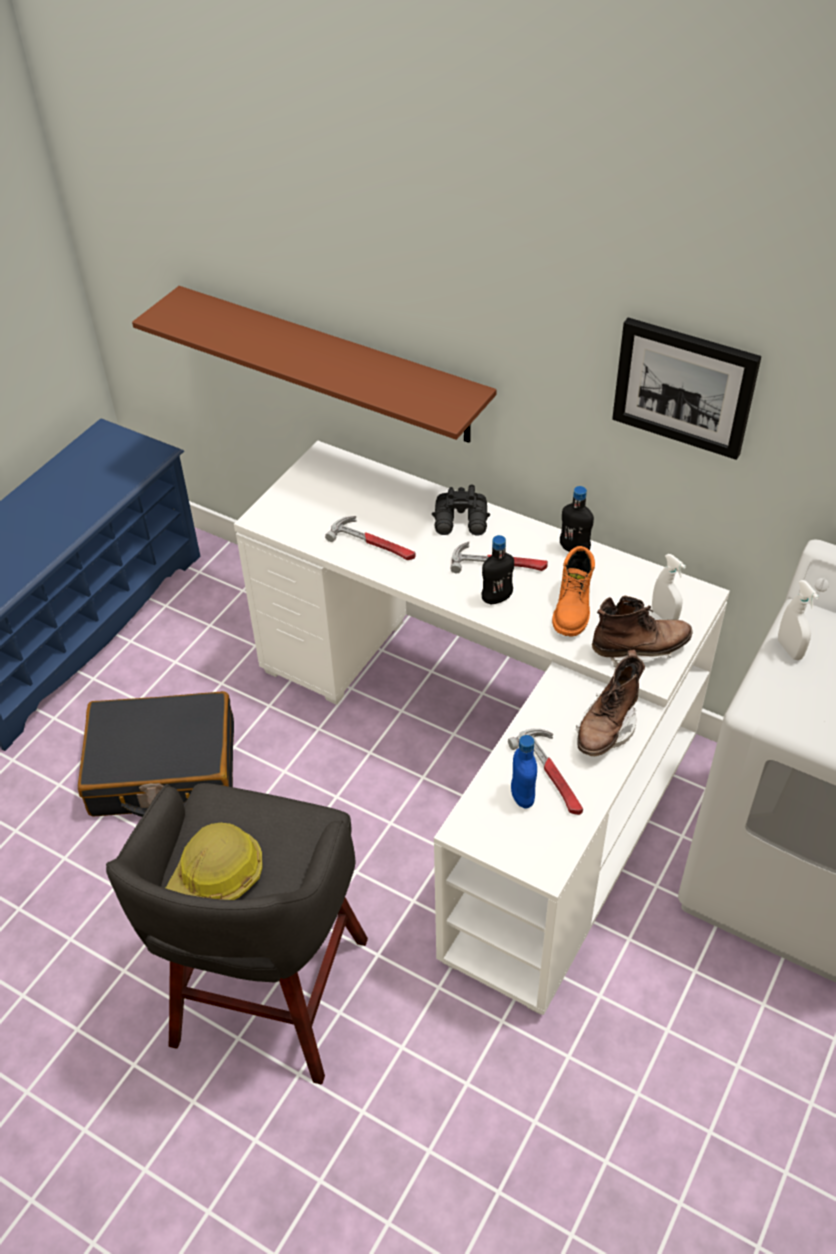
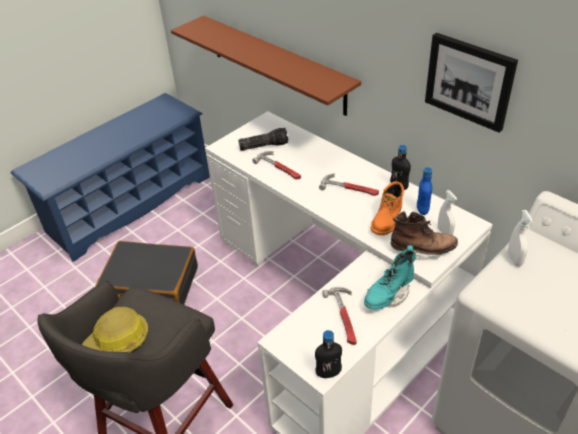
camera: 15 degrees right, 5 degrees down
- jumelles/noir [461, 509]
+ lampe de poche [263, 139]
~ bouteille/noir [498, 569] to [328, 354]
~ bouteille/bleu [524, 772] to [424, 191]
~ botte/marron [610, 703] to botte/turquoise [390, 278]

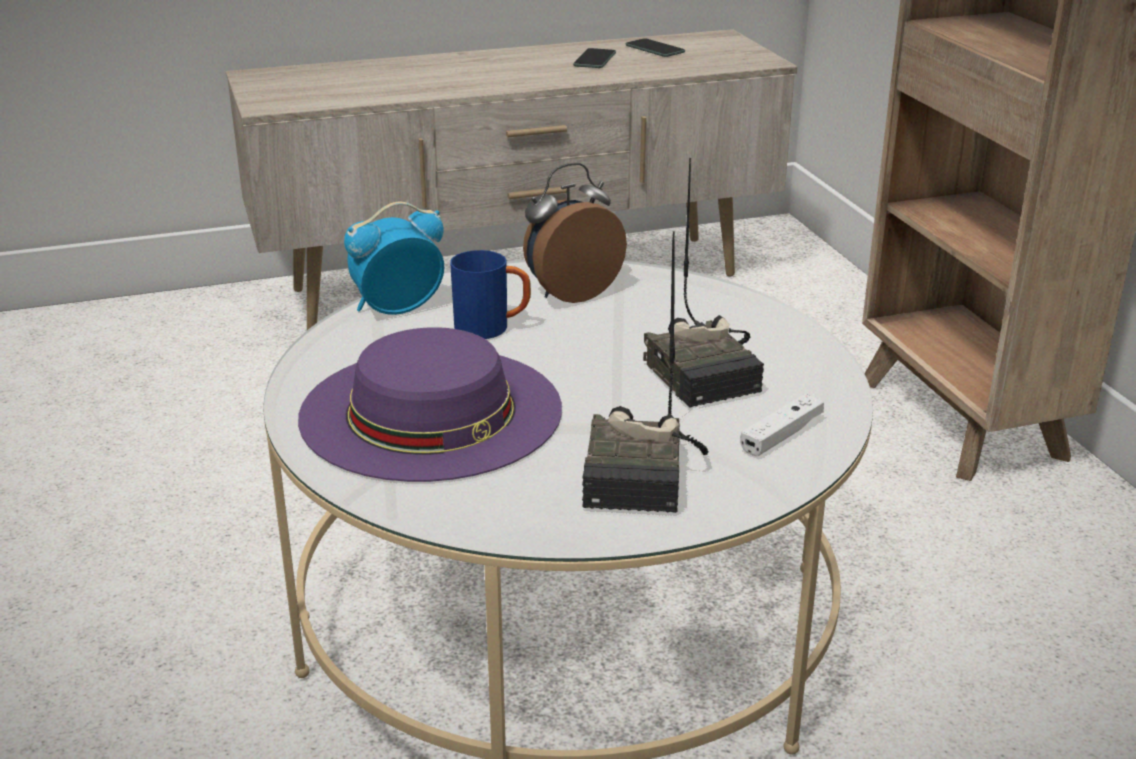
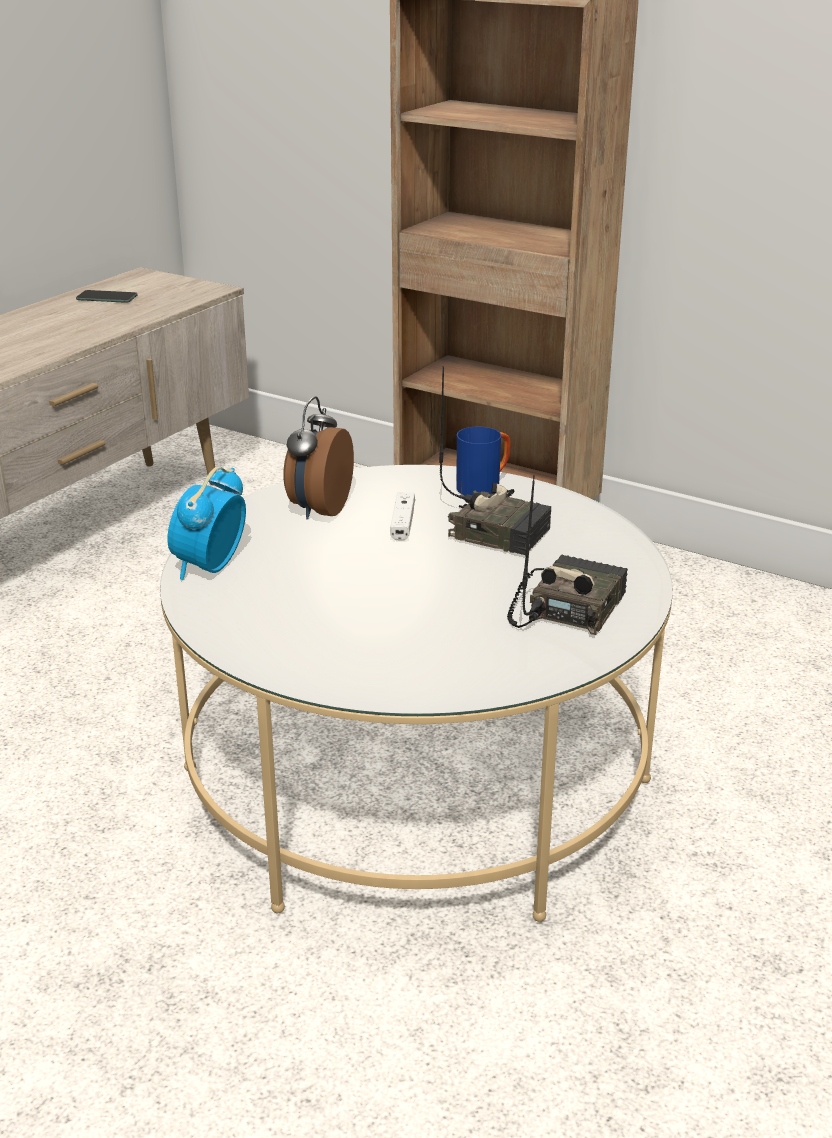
camera: 40 degrees left, 0 degrees up
- chapeau/violet [430, 404]
- téléphone [594, 58]
~ mug/bleu [490, 294] to [483, 461]
~ manette/blanc [782, 425] to [402, 516]
~ radio [645, 372] = [567, 555] 120 degrees counterclockwise

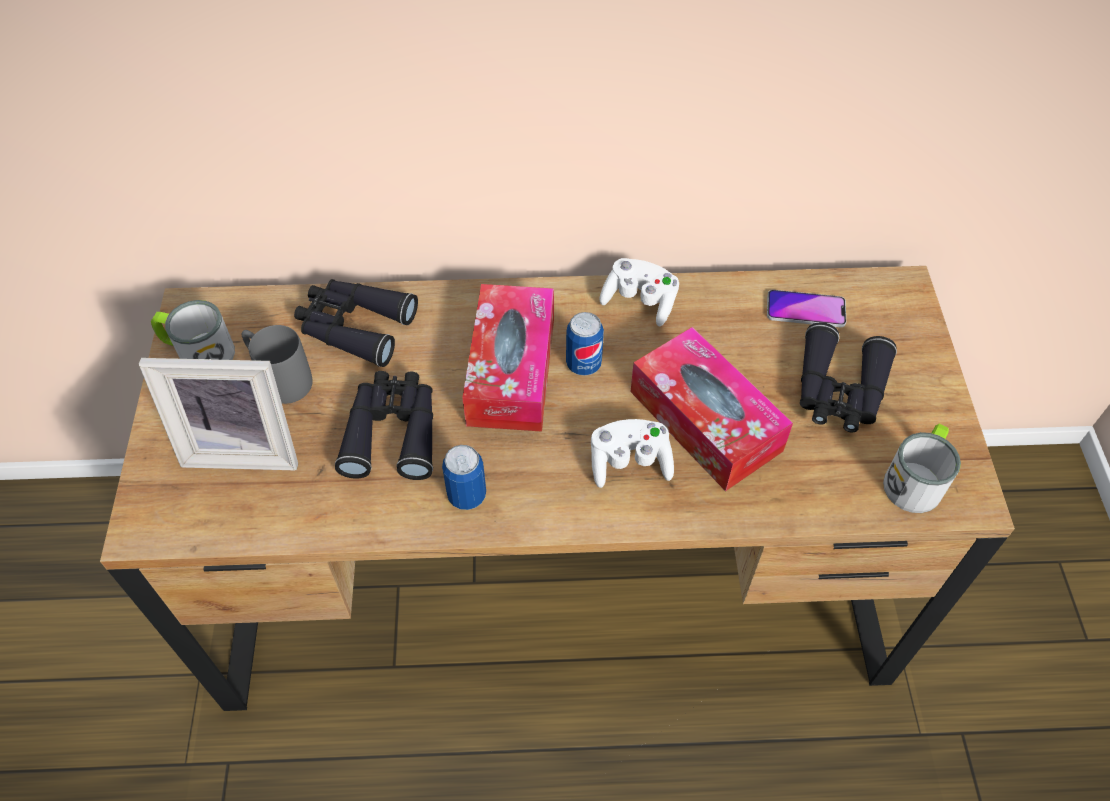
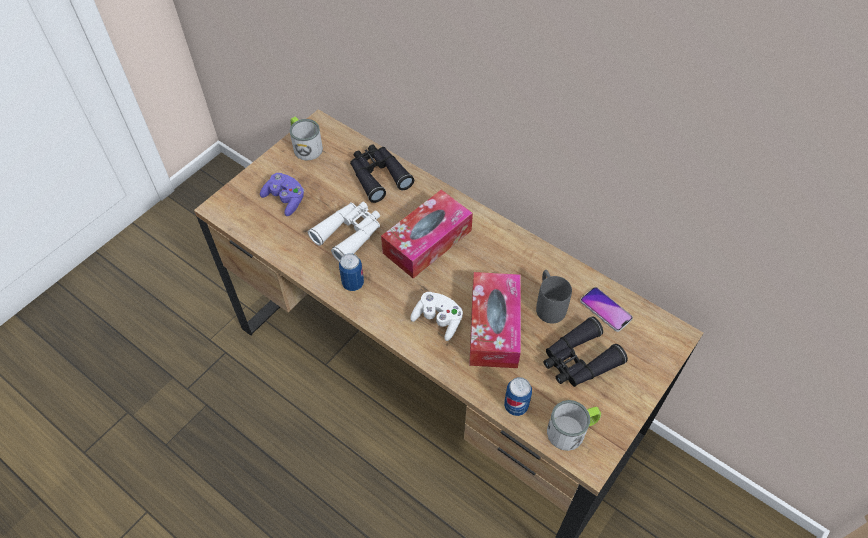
camera: 40 degrees right, 0 degrees up
- manette/blanc [639, 292]
~ mug/gris [277, 364] to [554, 297]
~ boîte métallique [585, 344] to [518, 396]
~ cadre photo [218, 414] to manette/violet [282, 194]
~ jumelles/noir [384, 425] to jumelles/blanc [344, 232]

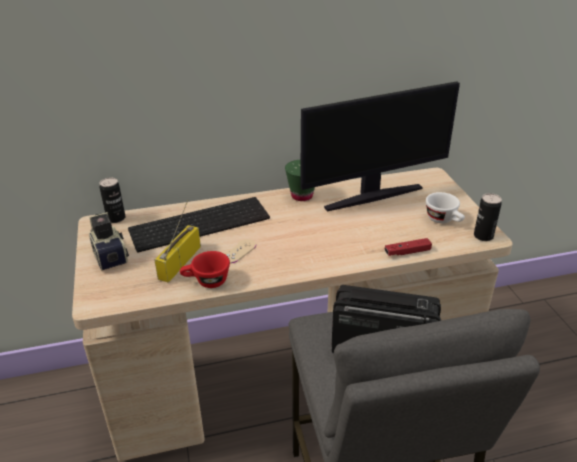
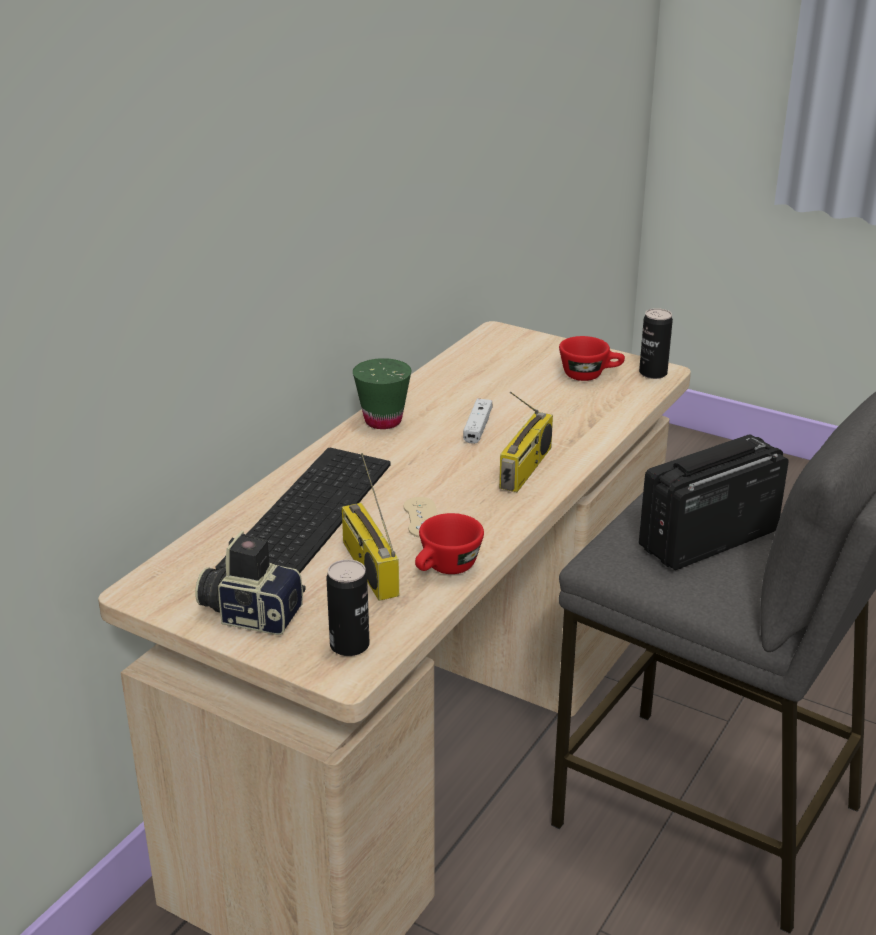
camera: 45 degrees left, 5 degrees down
- écran d'ordinateur [380, 146]
- manette/rouge [408, 247]
+ manette/blanc [477, 421]
+ radio [526, 442]
~ boîte métallique [112, 200] to [348, 607]
~ tasse/blanc [445, 207] to tasse/rouge [592, 358]

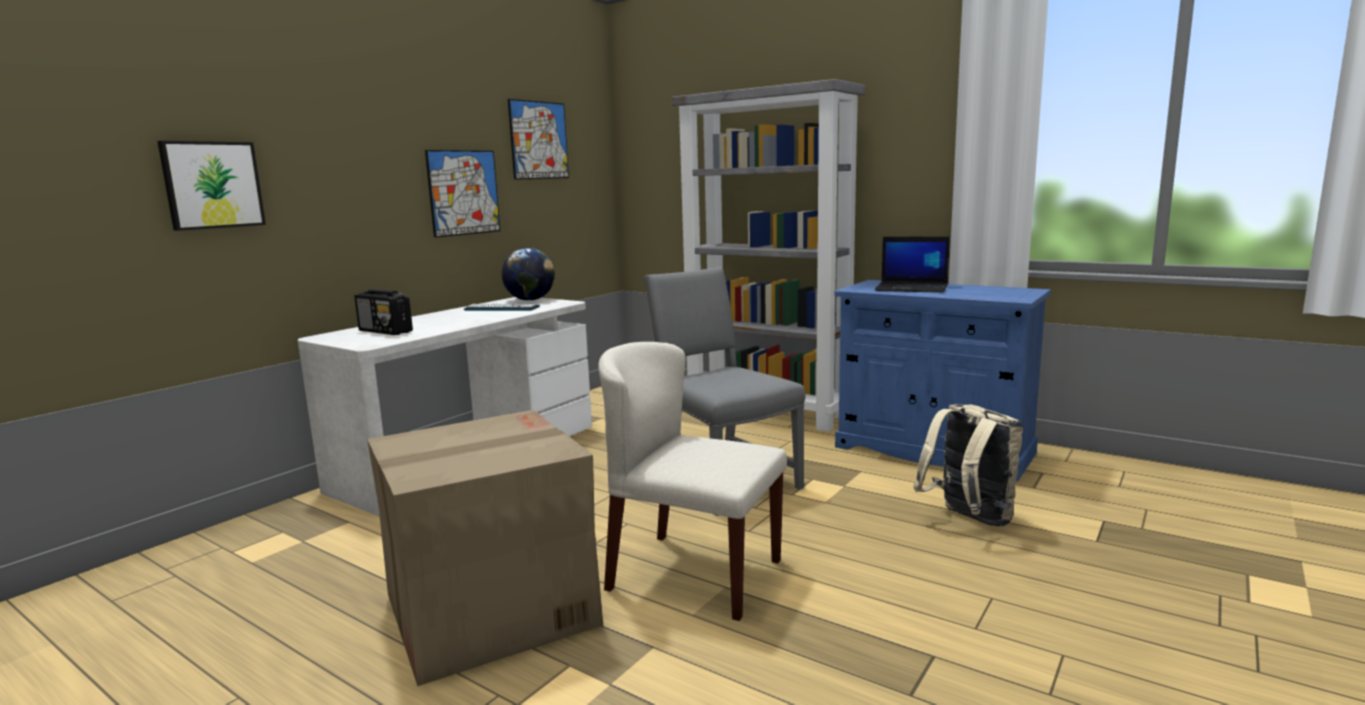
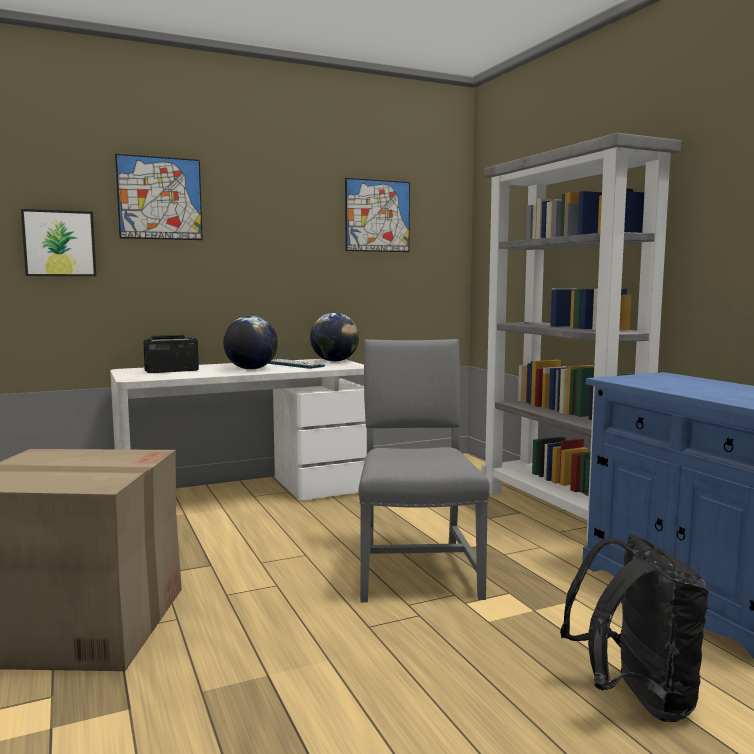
camera: 30 degrees right, 5 degrees down
- chaise/beige [692, 481]
- ordinateur portable [912, 265]
+ globe [250, 343]
~ tableau [462, 194] to [159, 197]
~ sac à dos/beige [968, 465] to sac à dos/noir [634, 628]
~ radio [383, 312] = [171, 354] 90 degrees clockwise

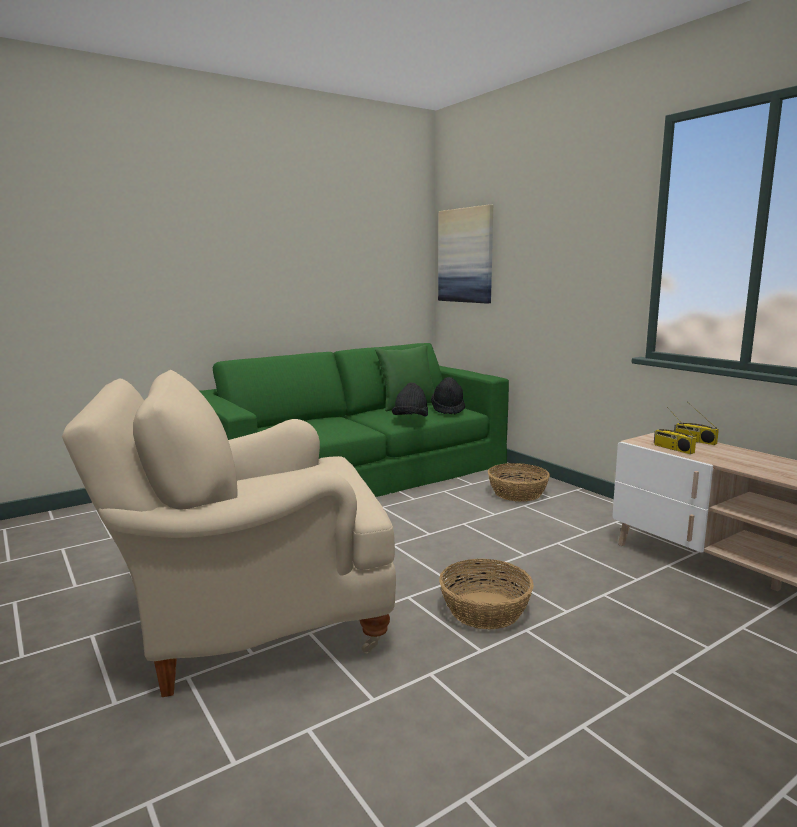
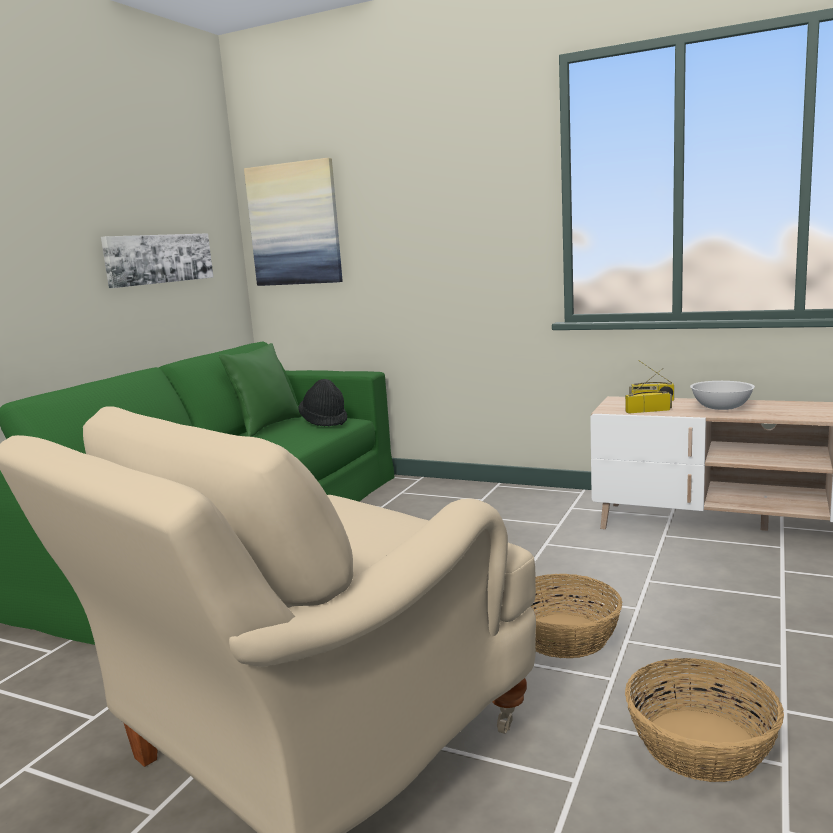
camera: 30 degrees left, 0 degrees up
- chapeau/noir [410, 399]
+ tableau [157, 260]
+ bol/blanc [722, 395]
~ panier [519, 482] to [704, 720]
~ radio [675, 430] = [648, 391] 150 degrees clockwise

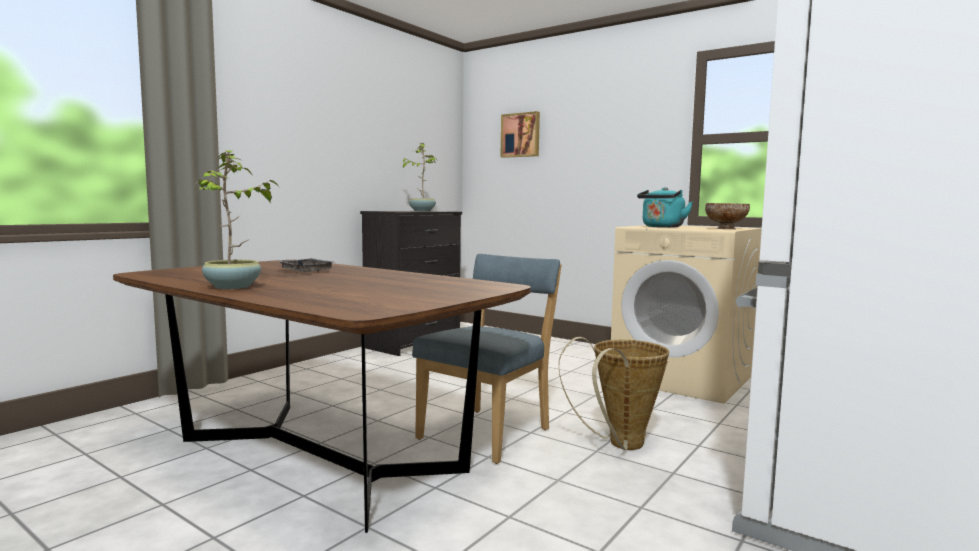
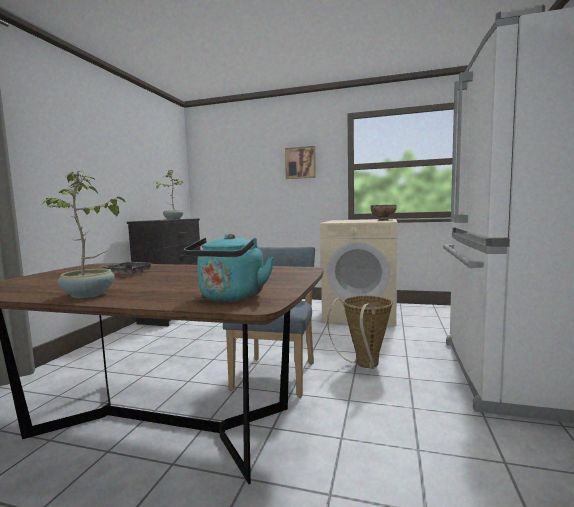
camera: 20 degrees left, 0 degrees up
~ tableau [520, 134] to [300, 162]
~ bouilloire/turquoise [665, 207] to [229, 267]

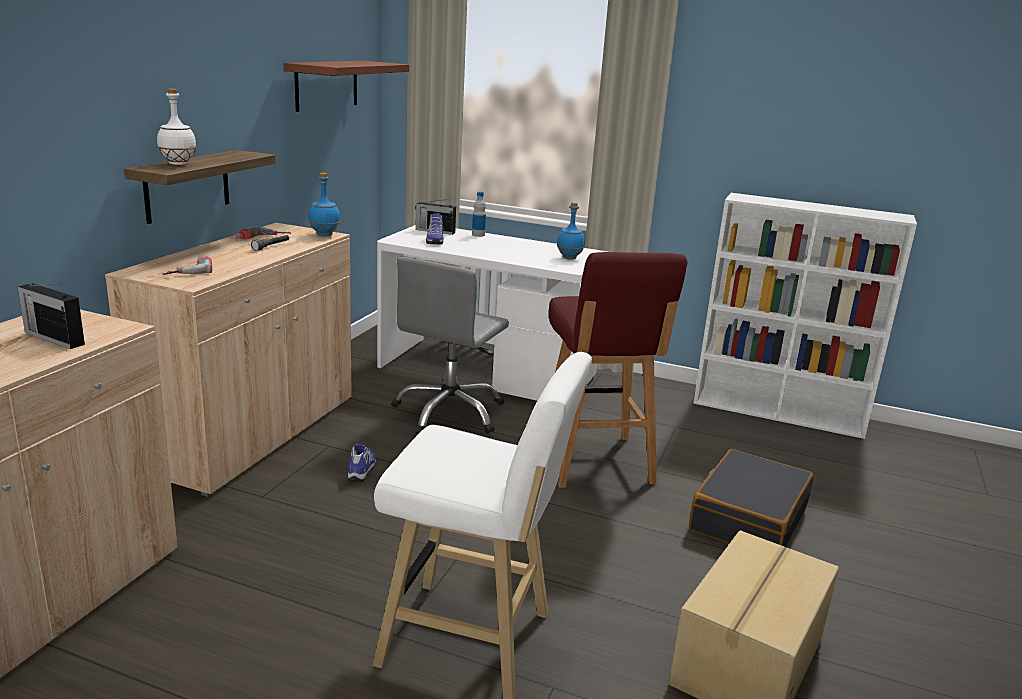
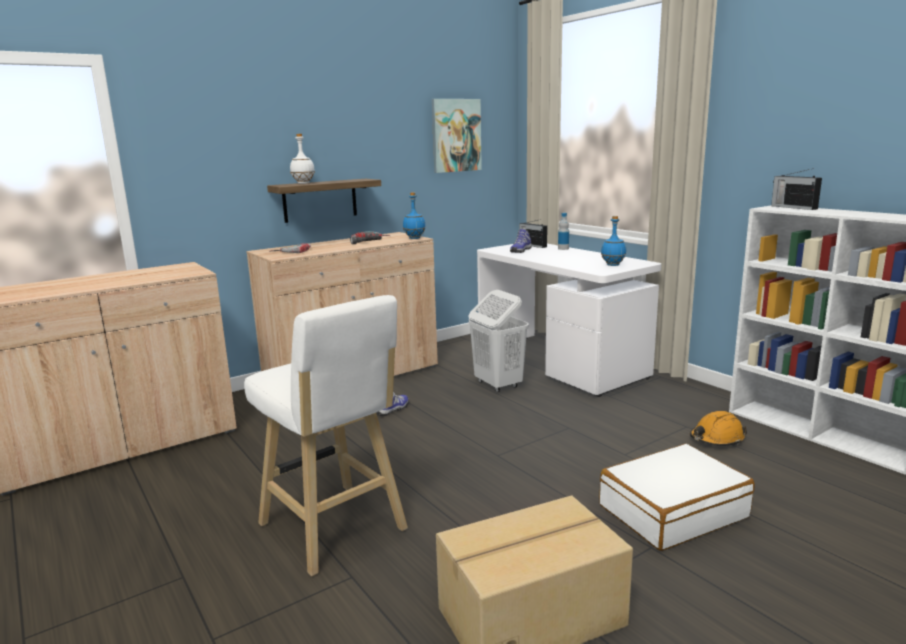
camera: 35 degrees right, 5 degrees down
- tabouret/rouge [618, 370]
+ casque de chantier/orange [718, 428]
~ radio [51, 316] to [796, 189]
~ étagère/marron [346, 86] to tableau [457, 136]
~ chaise de bureau/gris [450, 345] to panier à linge/blanc [498, 341]
~ valise/noir [751, 498] to valise/blanc [677, 497]

